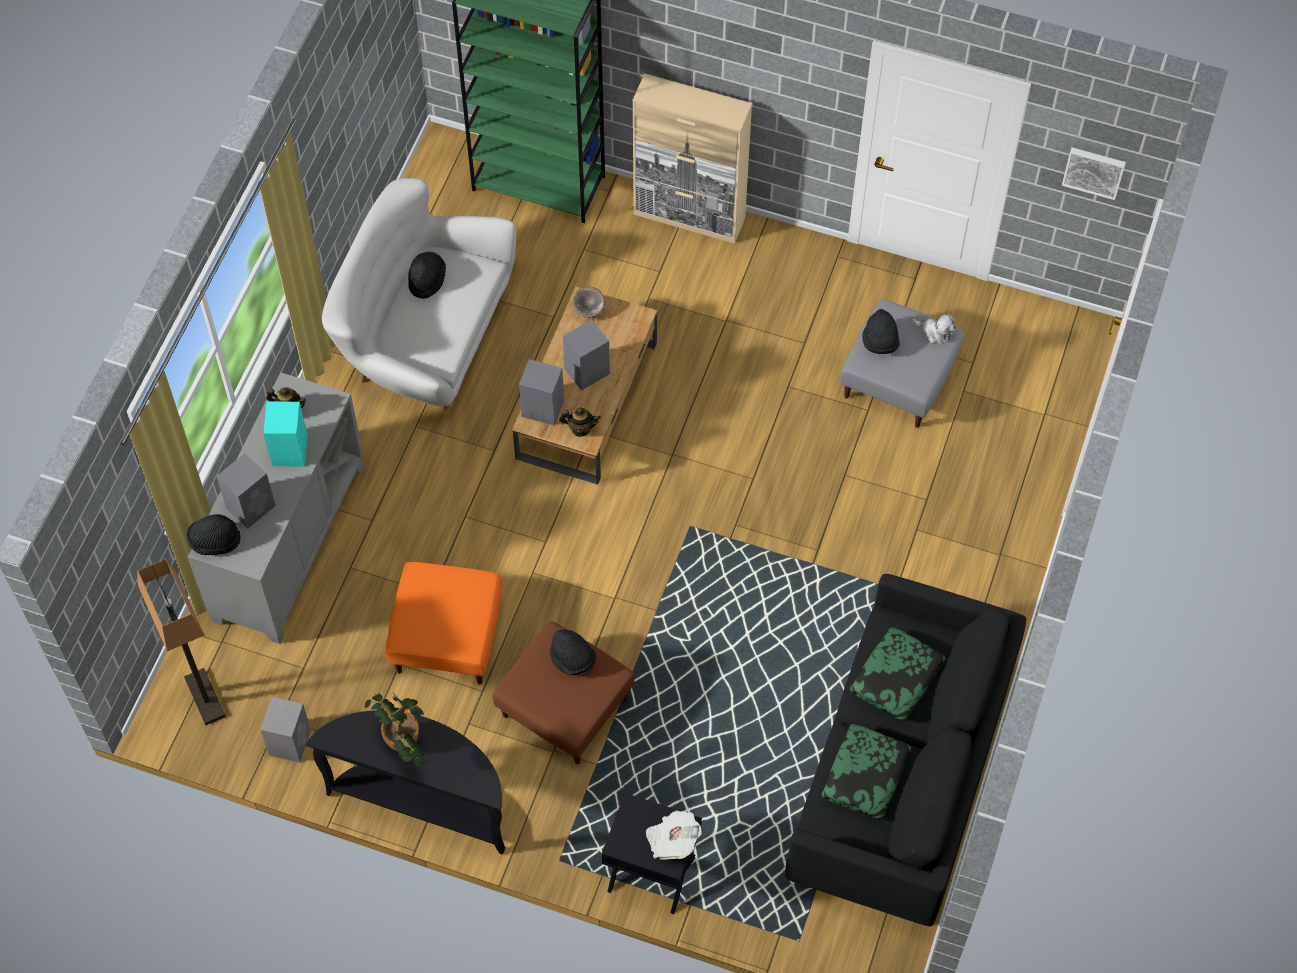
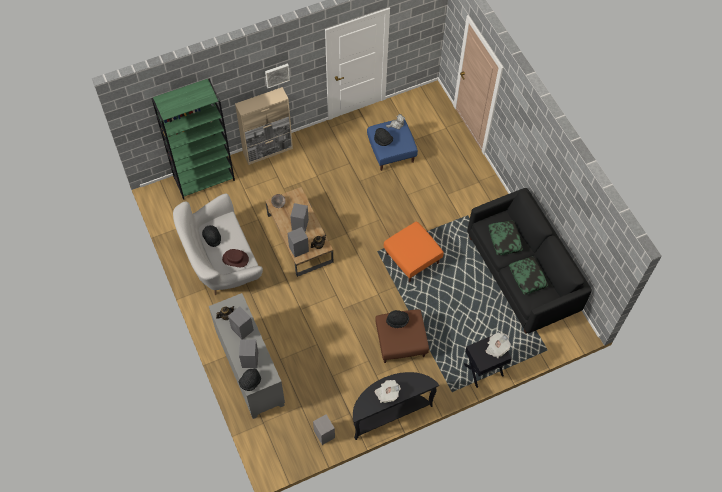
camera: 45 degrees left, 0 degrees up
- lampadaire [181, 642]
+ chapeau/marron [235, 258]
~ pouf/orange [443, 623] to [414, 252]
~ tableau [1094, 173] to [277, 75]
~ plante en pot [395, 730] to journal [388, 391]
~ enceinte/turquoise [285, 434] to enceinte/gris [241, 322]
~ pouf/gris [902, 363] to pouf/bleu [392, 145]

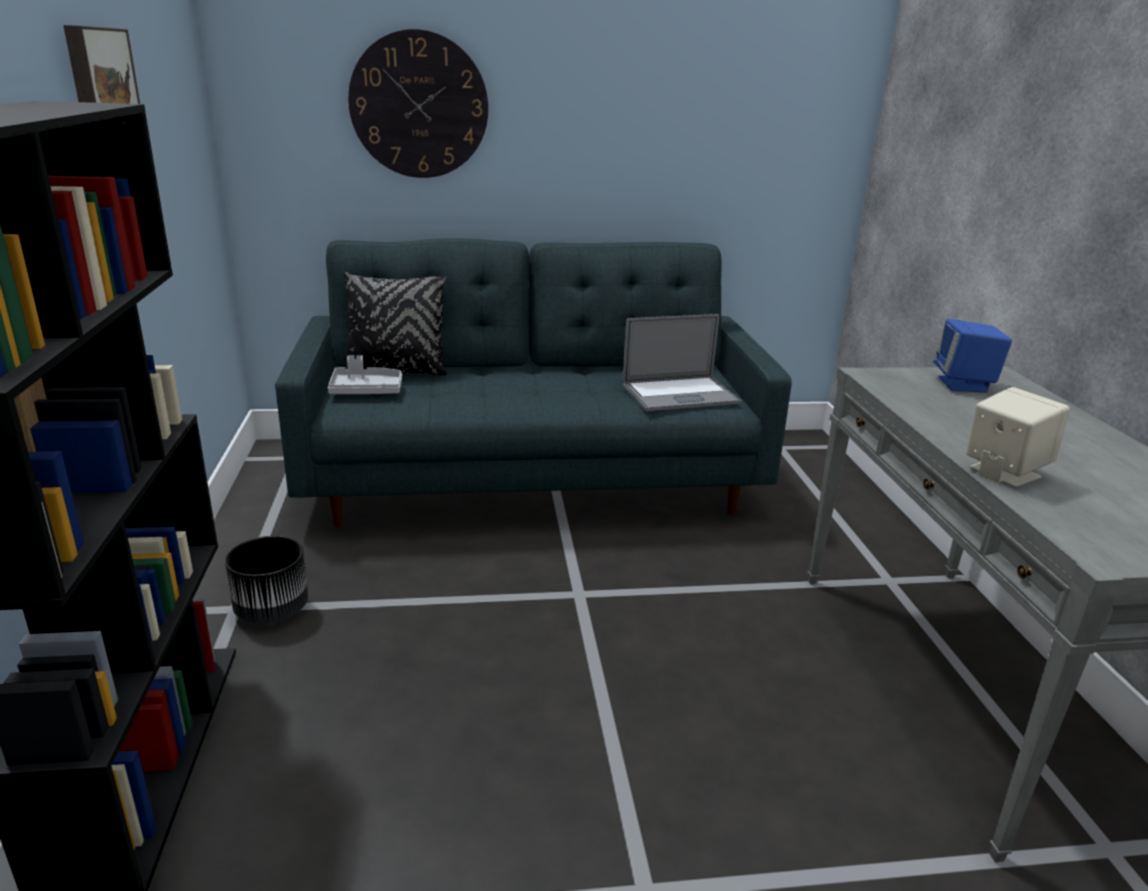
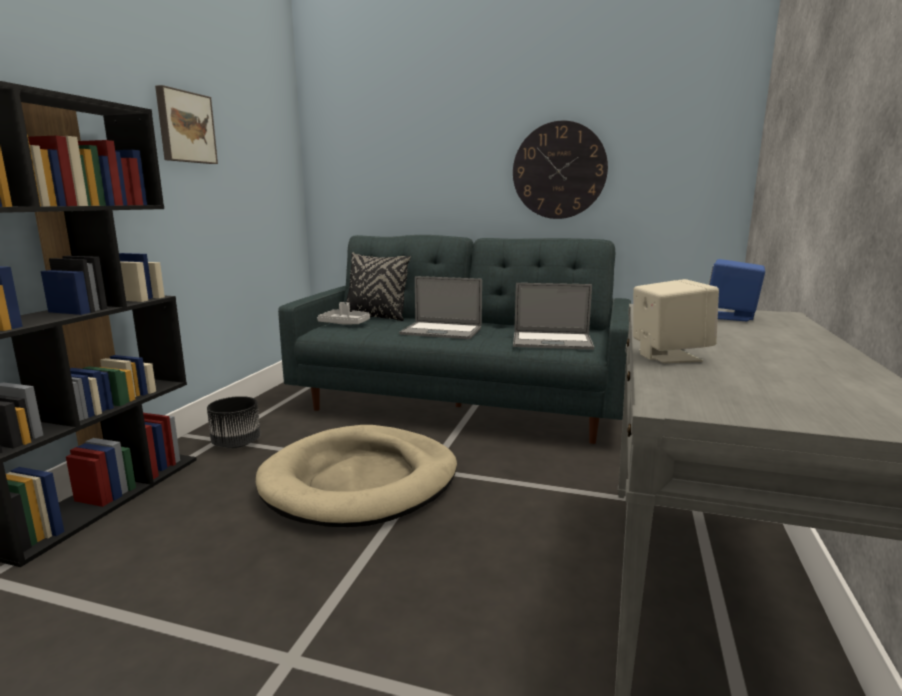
camera: 25 degrees right, 10 degrees down
+ panier pour chien/beige [356, 476]
+ ordinateur portable [440, 307]
~ horloge murale [418, 103] to [560, 169]

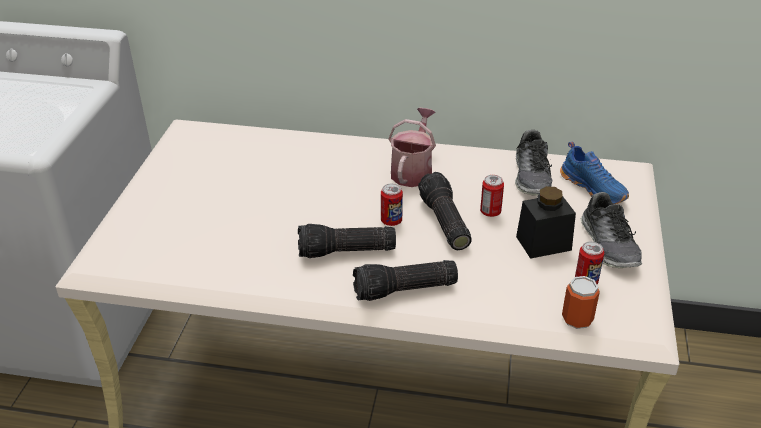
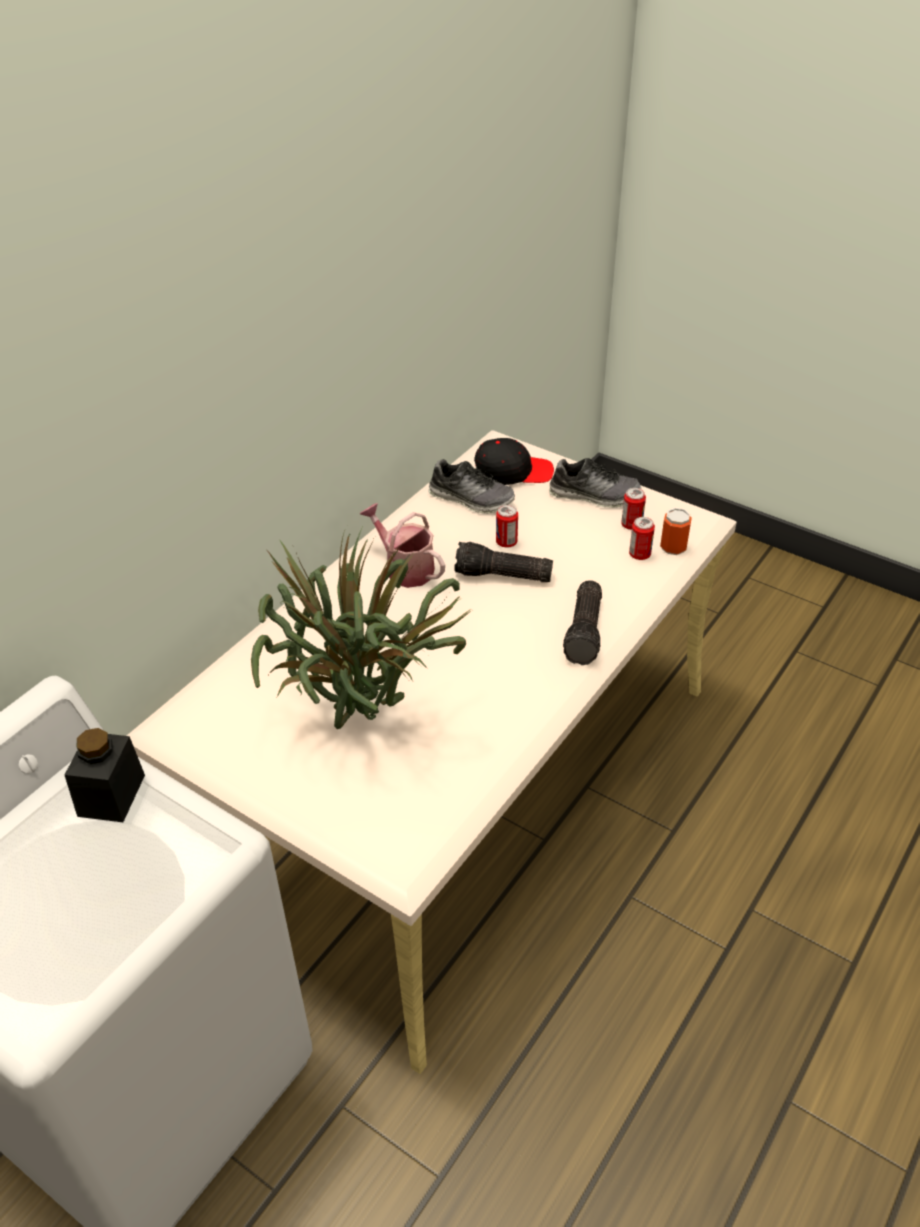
camera: 65 degrees left, 5 degrees up
- lampe de poche [347, 241]
+ plante en pot [361, 628]
~ boîte métallique [392, 205] to [642, 538]
~ bocal/noir [546, 222] to [105, 775]
~ chaussure/bleu [594, 172] to casquette/noir [514, 461]

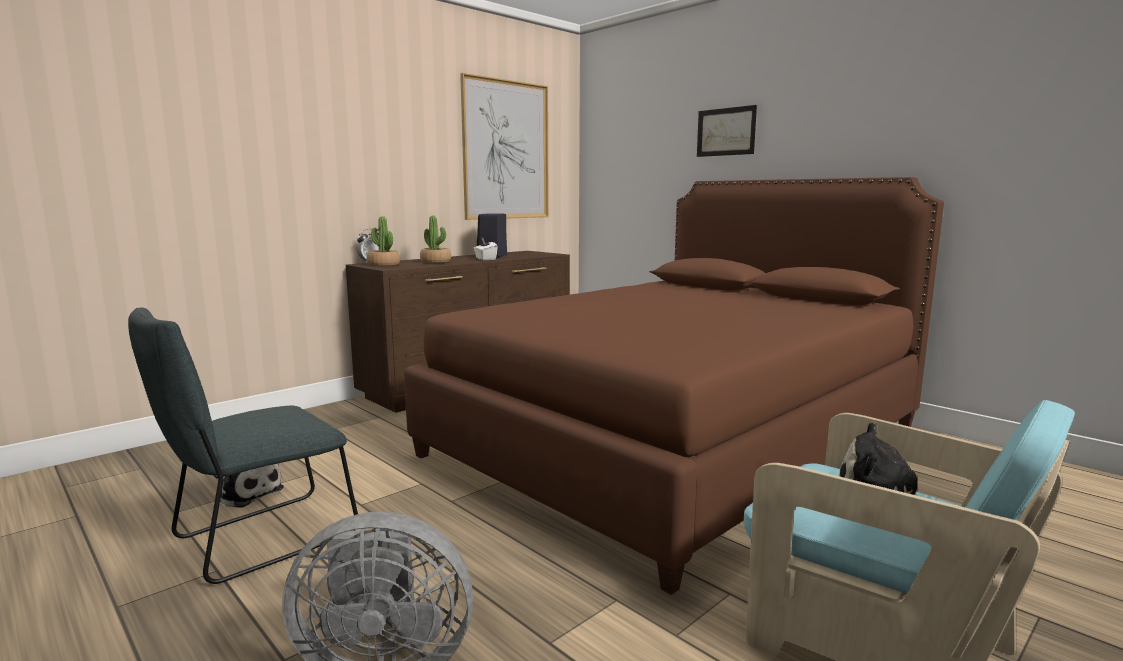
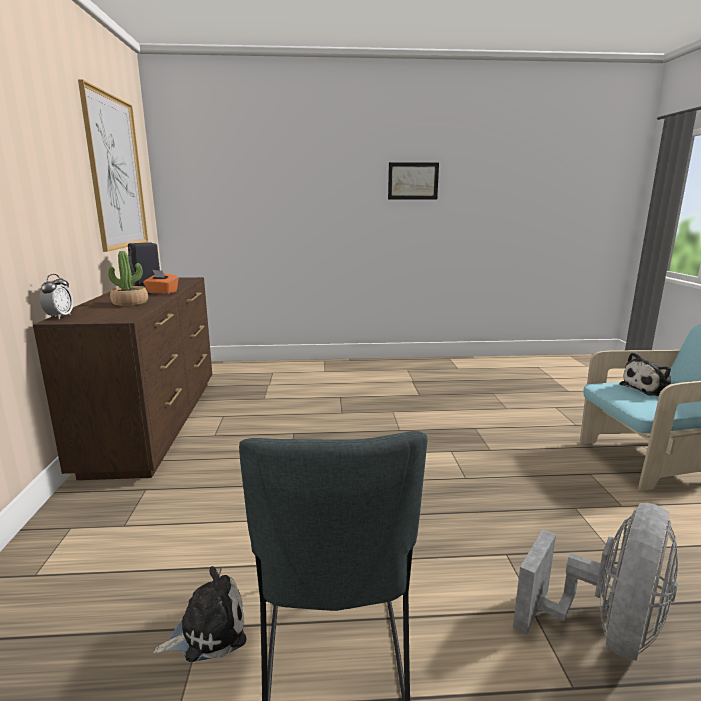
camera: 50 degrees left, 5 degrees up
- plante en pot [383, 241]
- lit/marron [674, 386]
~ tableau [727, 131] to [413, 180]
~ boîte à mouchoirs/blanc [486, 248] to boîte à mouchoirs/orange [161, 282]

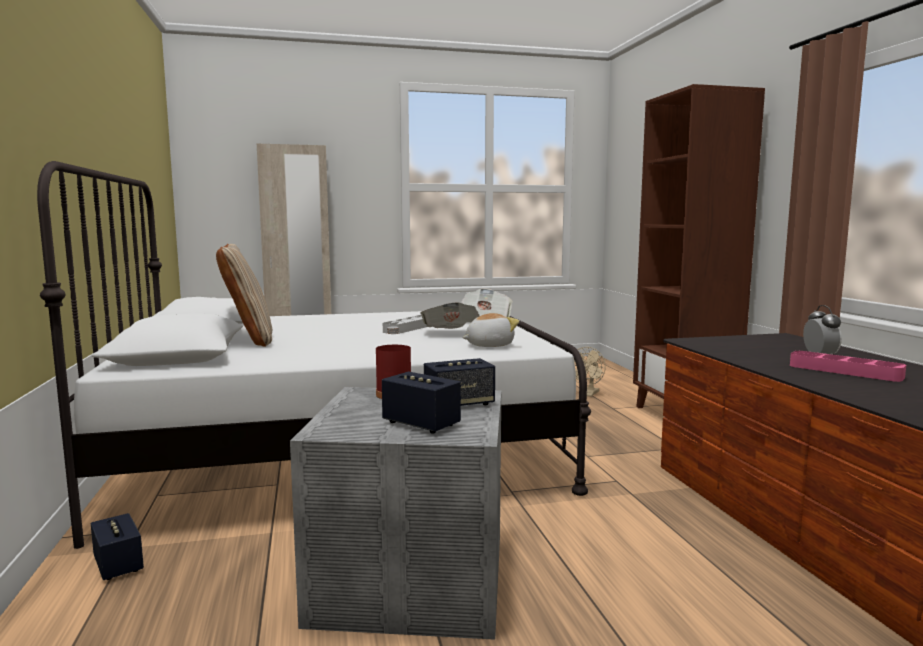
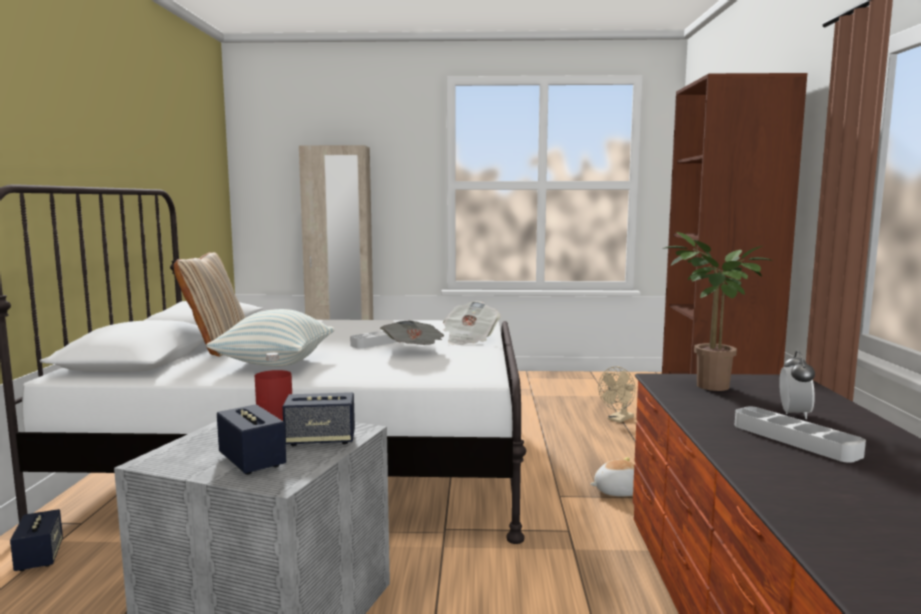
camera: 15 degrees right, 0 degrees up
+ coussin [270, 338]
+ plante en pot [718, 311]
~ peluche [490, 330] to [612, 477]
~ plateau/rose [848, 366] to plateau/gris [800, 435]

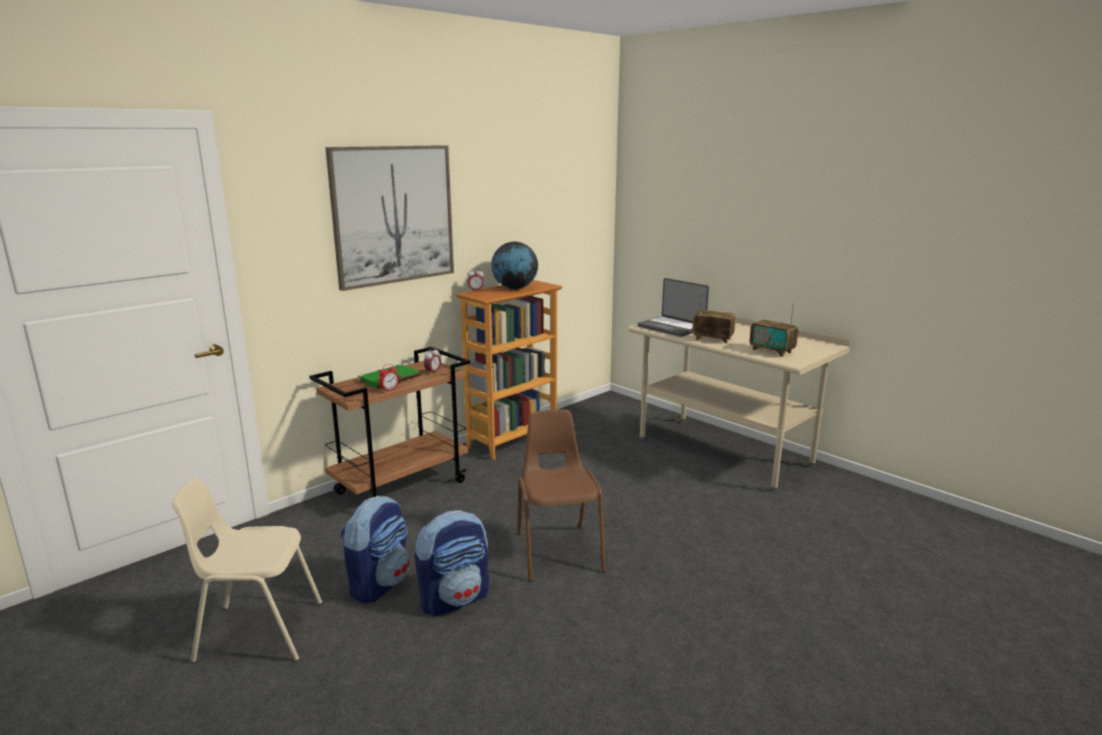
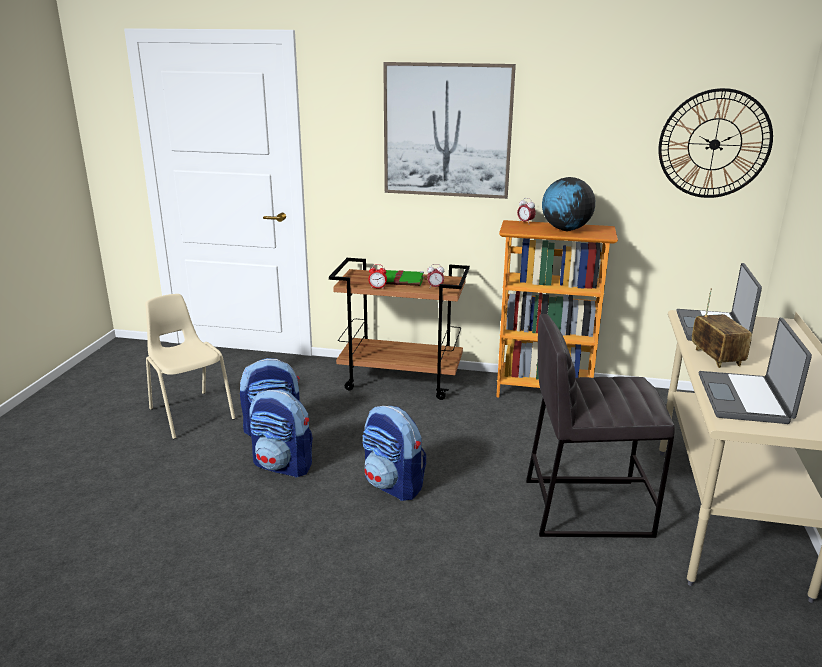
camera: 55 degrees right, 5 degrees up
+ tabouret/gris [600, 426]
+ horloge murale [715, 143]
~ chaise/marron [561, 495] to sac à dos [394, 453]
~ radio [774, 330] to ordinateur portable [755, 371]

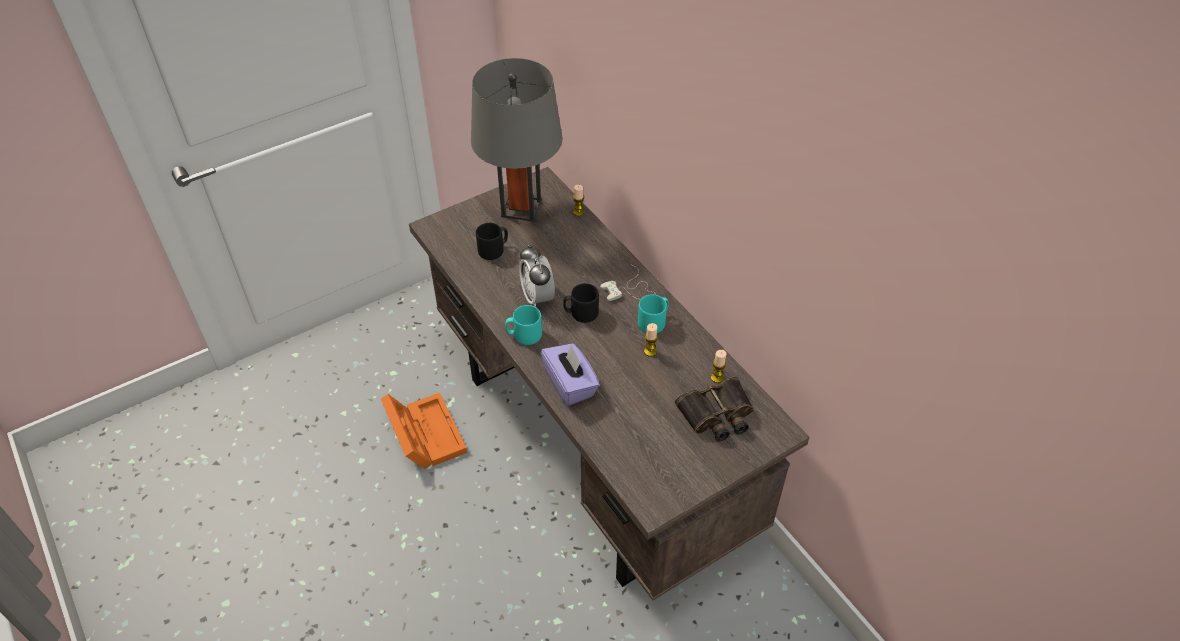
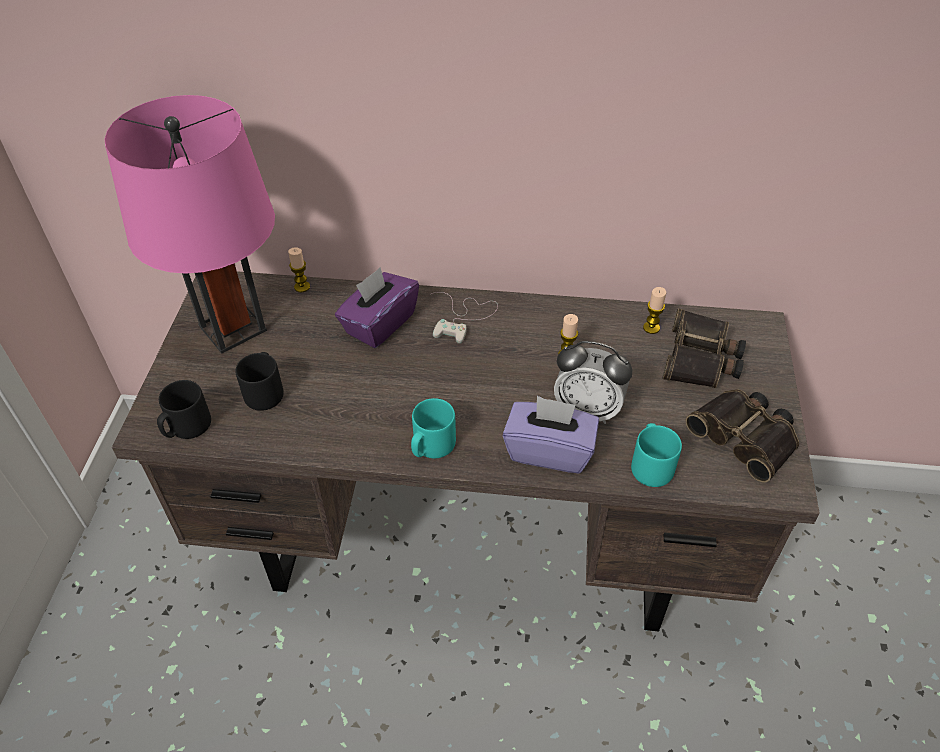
camera: 50 degrees left, 0 degrees up
- boîte de rangement/orange [424, 431]
+ boîte à mouchoirs/violet [377, 307]
+ jumelles [742, 436]
~ réveil [537, 276] to [593, 382]
~ mug/noir [581, 303] to [184, 409]
~ mug/turquoise [653, 313] to [656, 455]
~ lampe de table/gris [517, 140] to lampe de table/rose [190, 224]

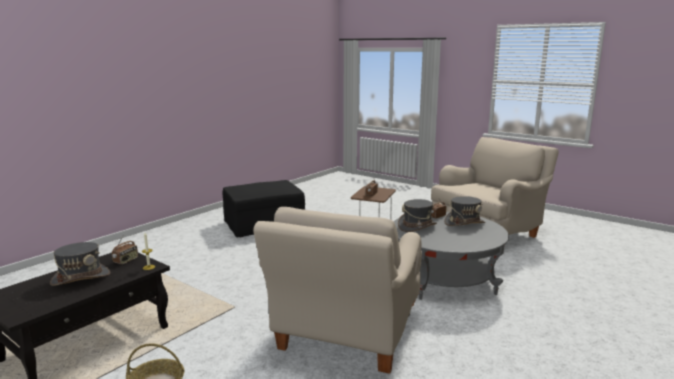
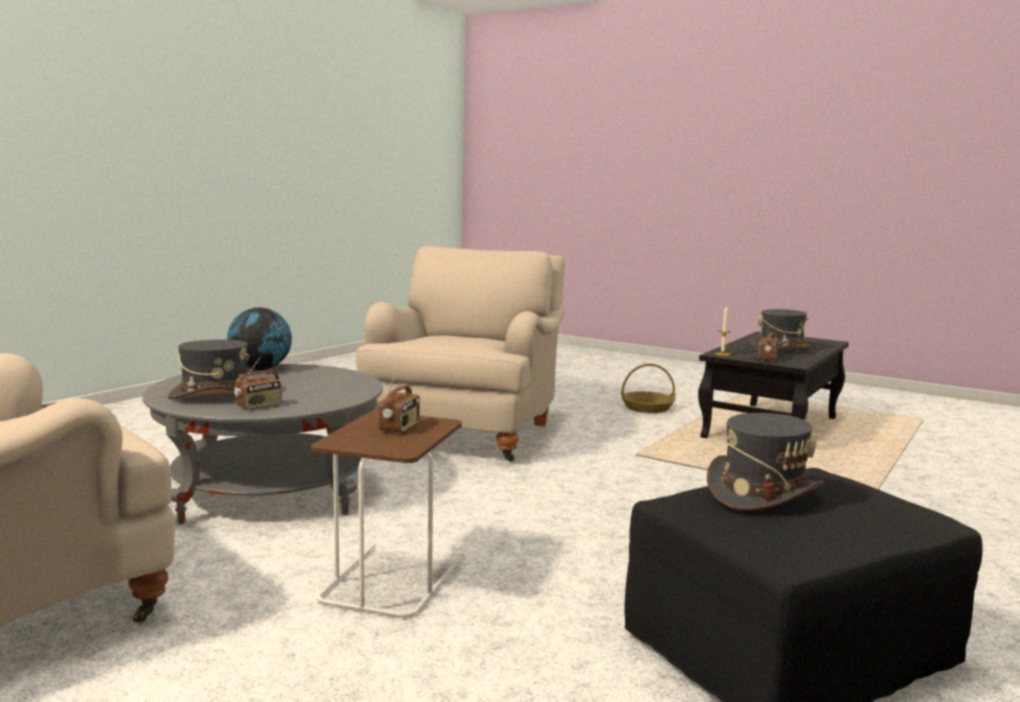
camera: 175 degrees right, 5 degrees down
+ globe [259, 339]
~ chapeau/gris [417, 215] to [765, 462]

